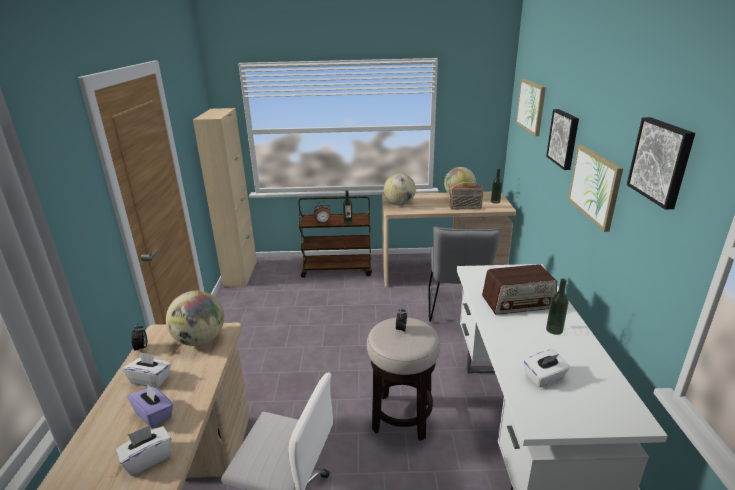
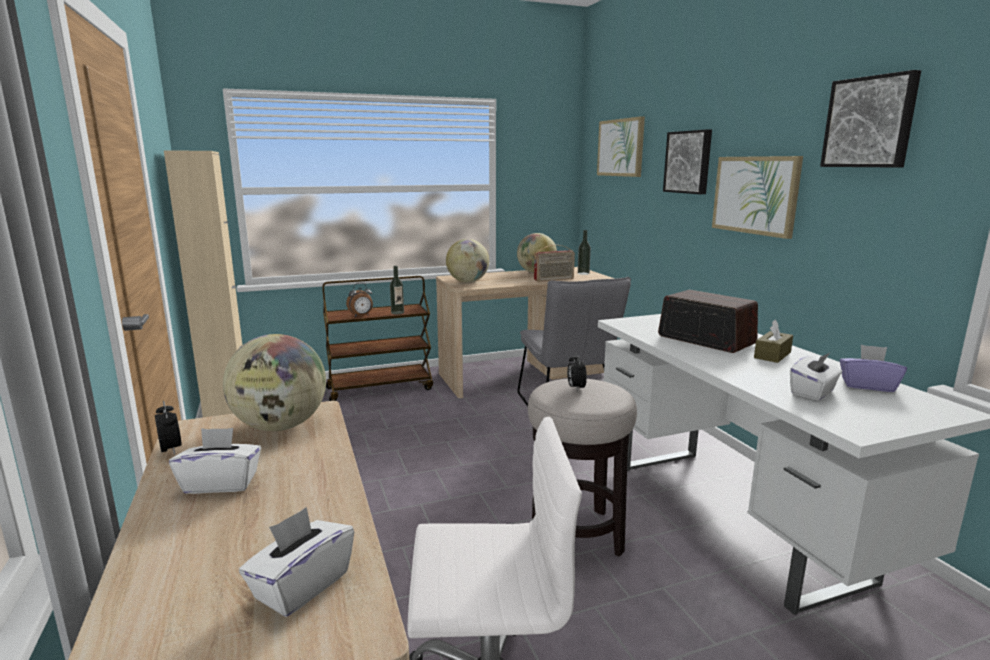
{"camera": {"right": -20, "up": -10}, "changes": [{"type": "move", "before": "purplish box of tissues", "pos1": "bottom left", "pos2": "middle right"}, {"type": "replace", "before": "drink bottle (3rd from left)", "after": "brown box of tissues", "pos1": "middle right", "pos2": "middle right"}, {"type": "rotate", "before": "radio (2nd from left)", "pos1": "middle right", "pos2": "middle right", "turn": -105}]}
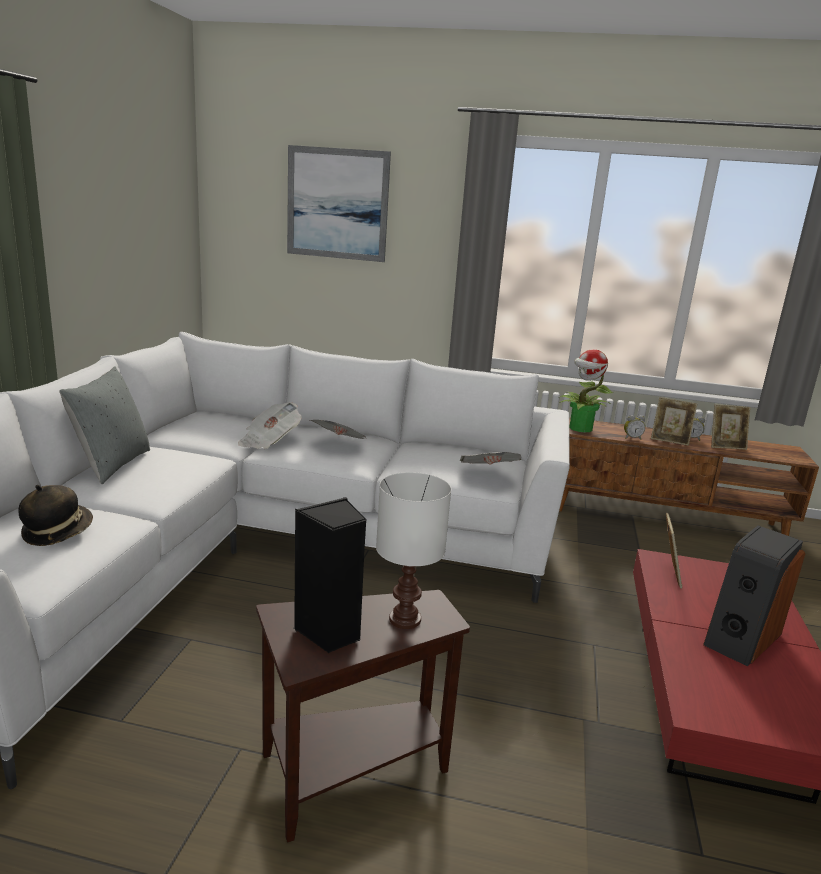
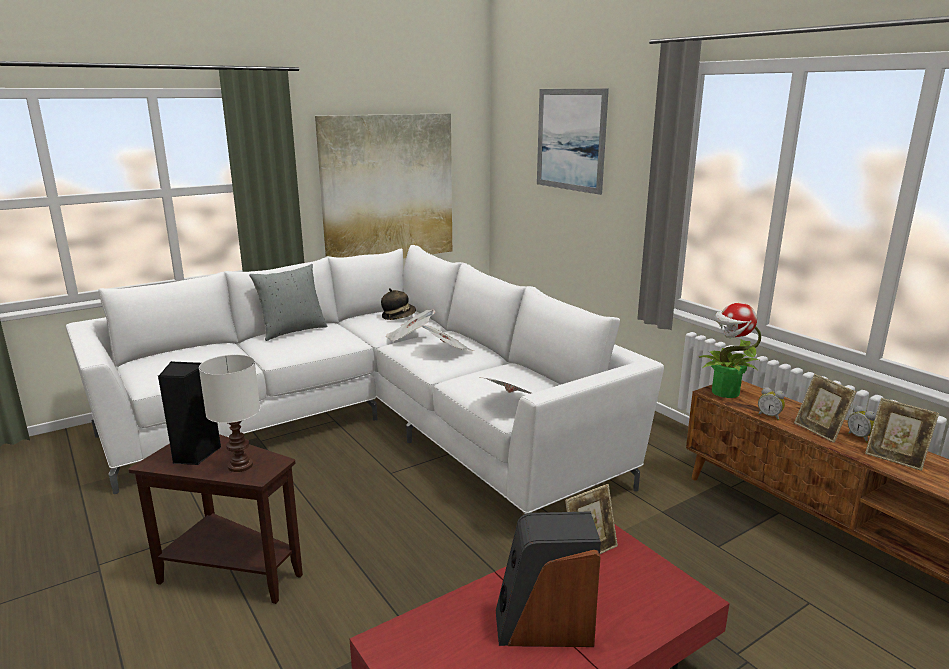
{"camera": {"right": 45, "up": 0}, "changes": [{"type": "insert", "after": "wall picture (1st from left)", "pos2": "top centre"}, {"type": "move", "before": "wearable hat", "pos1": "middle left", "pos2": "centre"}]}
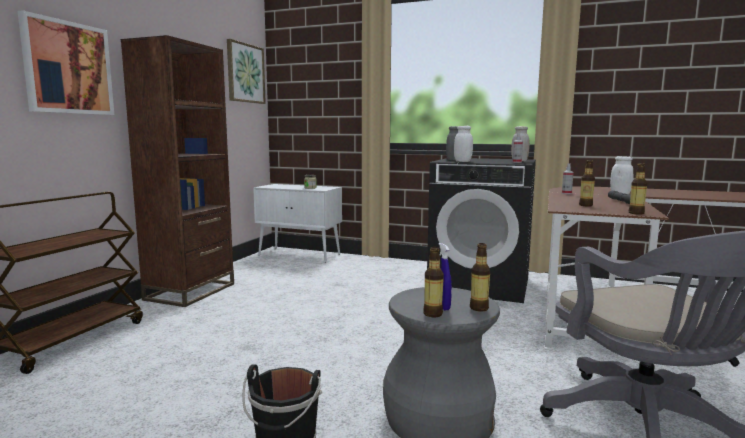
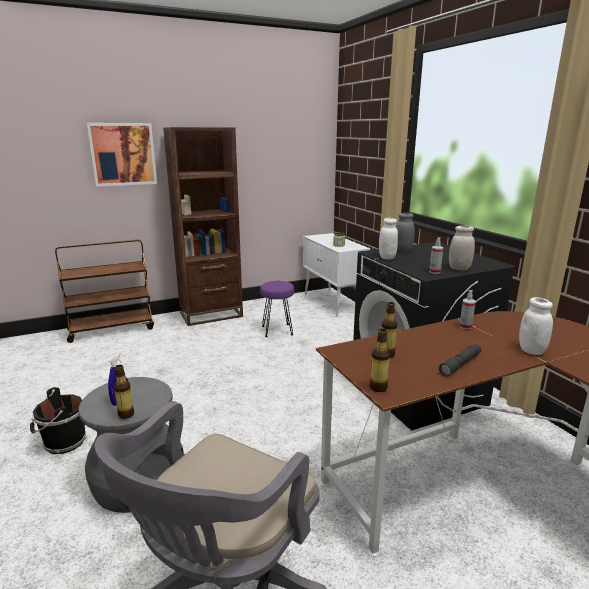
{"camera": {"right": 45, "up": 10}, "changes": [{"type": "delete", "before": "wall picture (2nd from left)", "pos1": "top left"}, {"type": "delete", "before": "drink bottle (1st from left)", "pos1": "centre"}, {"type": "insert", "after": "purplish stool", "pos2": "centre"}]}
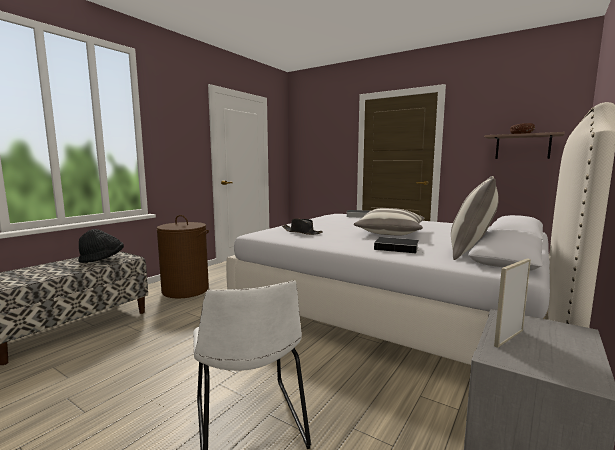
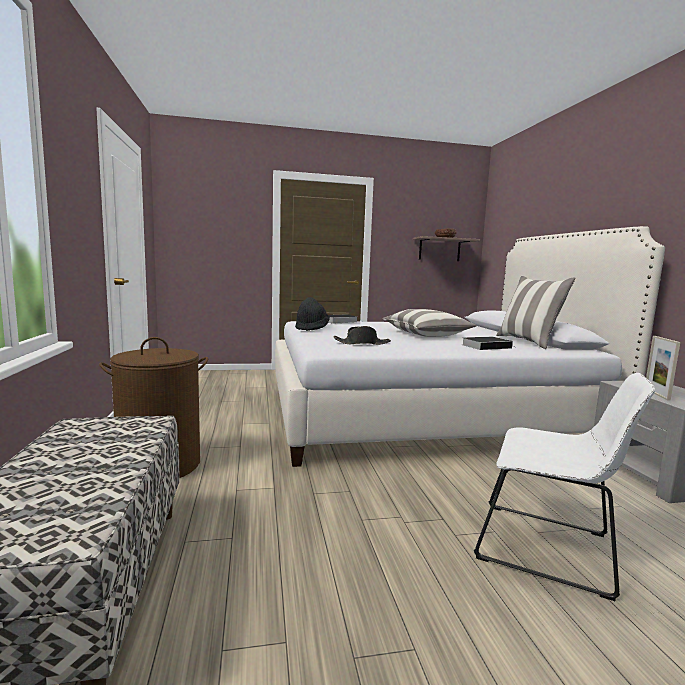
{"camera": {"right": -45, "up": 0}, "changes": [{"type": "move", "before": "black-coloured wearable hat (1st from left)", "pos1": "middle left", "pos2": "centre"}]}
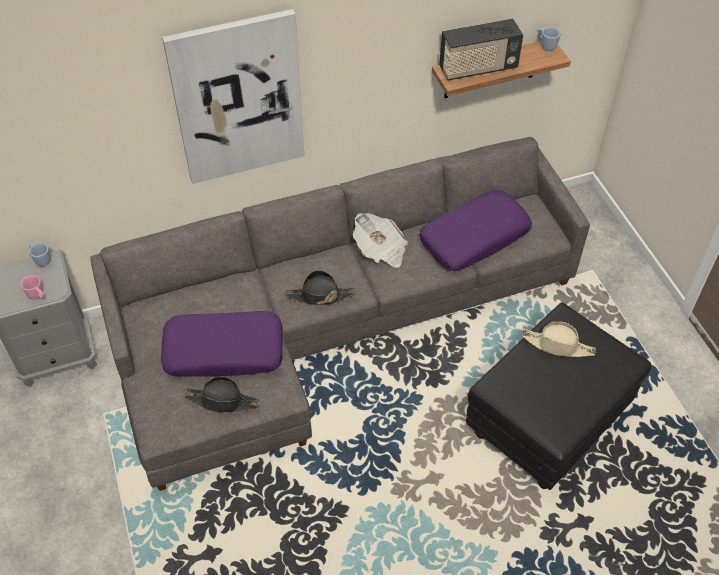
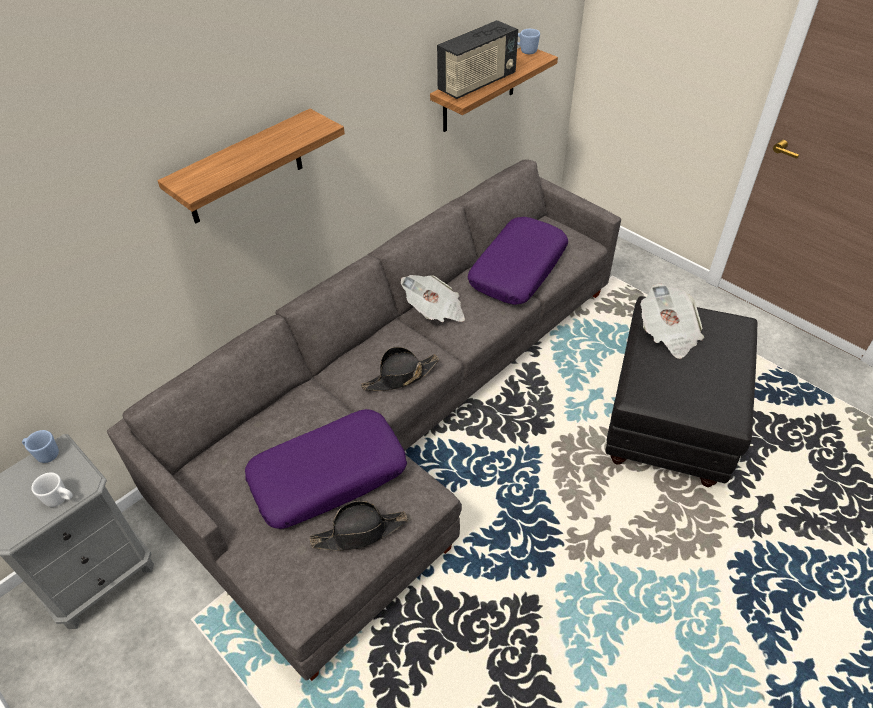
{"camera": {"right": -25, "up": -5}, "changes": [{"type": "replace", "before": "wall picture", "after": "wall shelf (1st from left)", "pos1": "top left", "pos2": "top left"}, {"type": "replace", "before": "beige wearable hat", "after": "daily paper (2nd from left)", "pos1": "middle right", "pos2": "middle right"}, {"type": "recolor", "before": "pink mug", "after": "whitish mug", "pos1": "middle left", "pos2": "bottom left"}]}
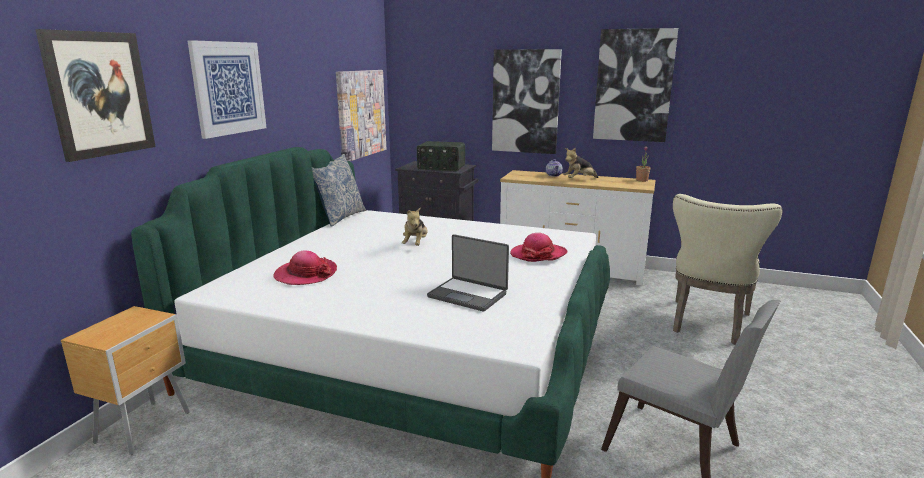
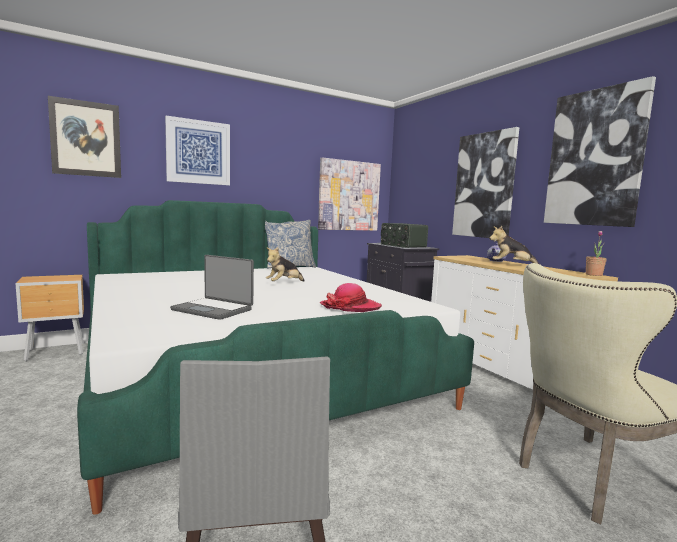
{"camera": {"right": 40, "up": -10}, "changes": [{"type": "delete", "before": "wearable hat (1st from left)", "pos1": "middle left"}, {"type": "rotate", "before": "notebook computer", "pos1": "centre", "pos2": "middle left", "turn": -45}]}
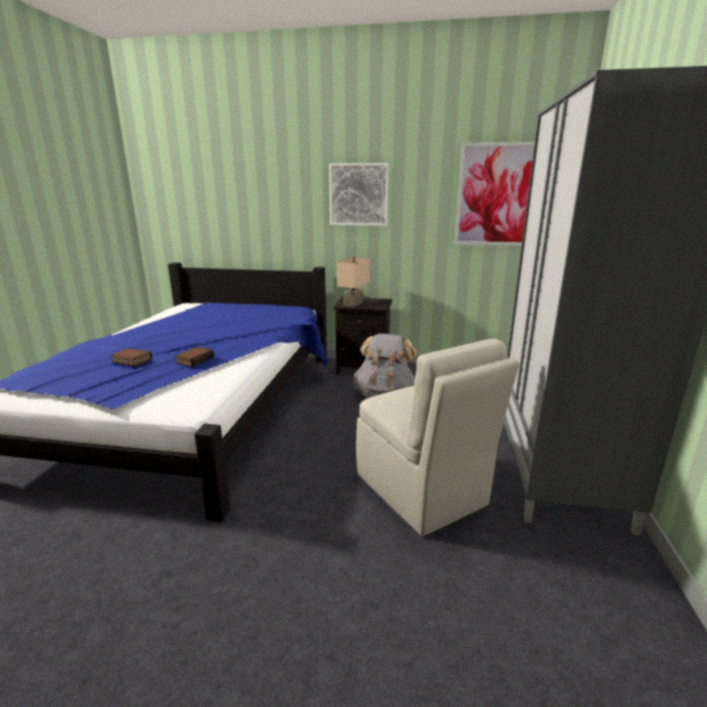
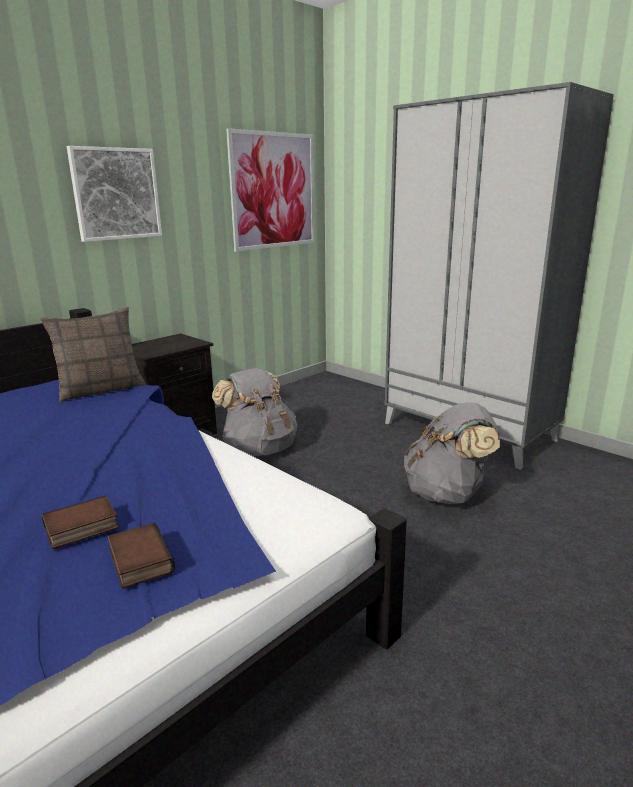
{"camera": {"right": -55, "up": 0}, "changes": [{"type": "delete", "before": "beige table lamp", "pos1": "centre"}, {"type": "insert", "after": "throw pillow", "pos2": "middle left"}, {"type": "move", "before": "volume (2nd from left)", "pos1": "middle left", "pos2": "bottom left"}, {"type": "replace", "before": "beige upright chair", "after": "greyish knapsack (2nd from left)", "pos1": "centre", "pos2": "middle right"}]}
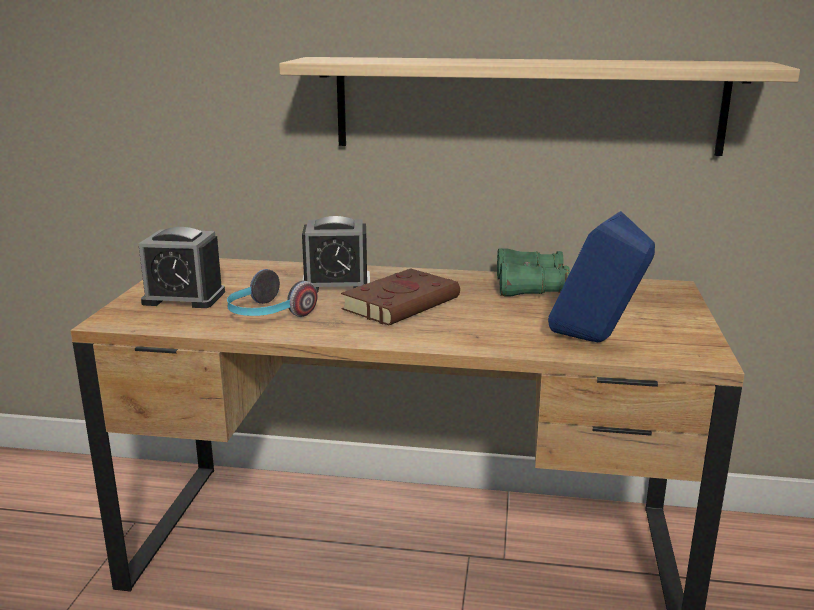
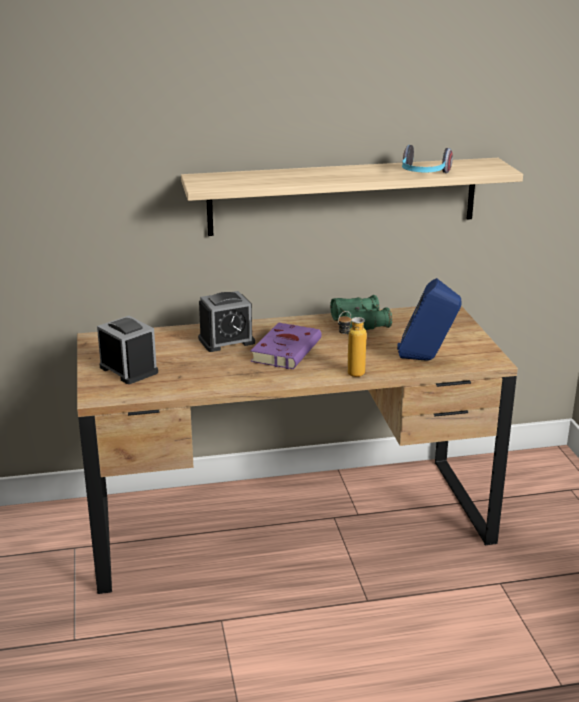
{"camera": {"right": -20, "up": 5}, "changes": [{"type": "insert", "after": "drink bottle", "pos2": "centre"}, {"type": "move", "before": "headset", "pos1": "centre", "pos2": "top right"}, {"type": "recolor", "before": "brown volume", "after": "purplish volume", "pos1": "centre", "pos2": "centre"}, {"type": "rotate", "before": "table clock (1st from left)", "pos1": "middle left", "pos2": "middle left", "turn": -120}]}
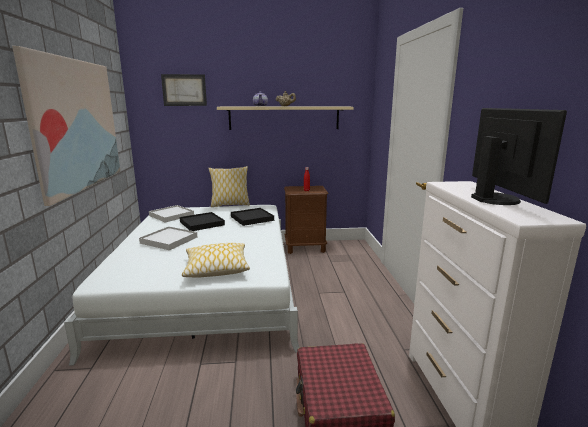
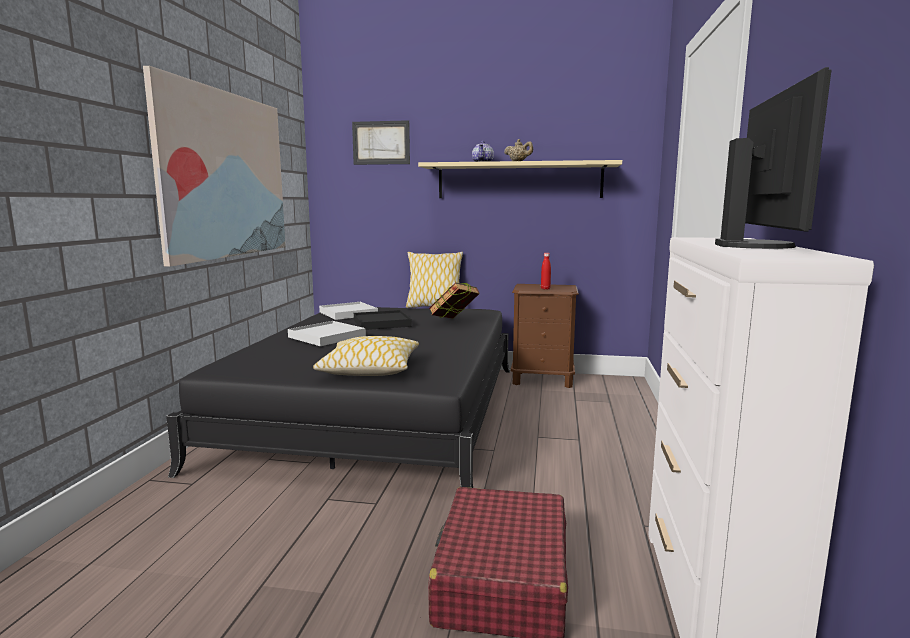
{"camera": {"right": 15, "up": -5}, "changes": [{"type": "replace", "before": "black-coloured tray (2nd from left)", "after": "volume", "pos1": "centre", "pos2": "centre"}, {"type": "recolor", "before": "whitish sleeping bed", "after": "black-coloured sleeping bed", "pos1": "bottom left", "pos2": "centre"}]}
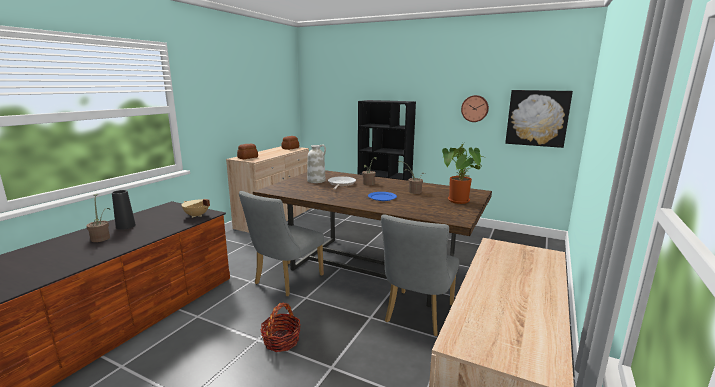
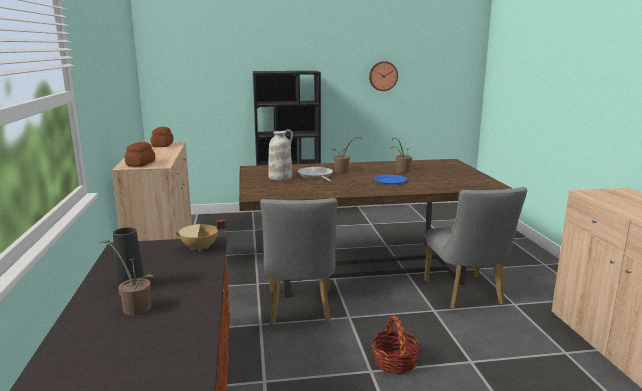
{"camera": {"right": -35, "up": 0}, "changes": [{"type": "delete", "before": "plant in a pot (4th from left)", "pos1": "centre"}, {"type": "delete", "before": "wall picture", "pos1": "top right"}]}
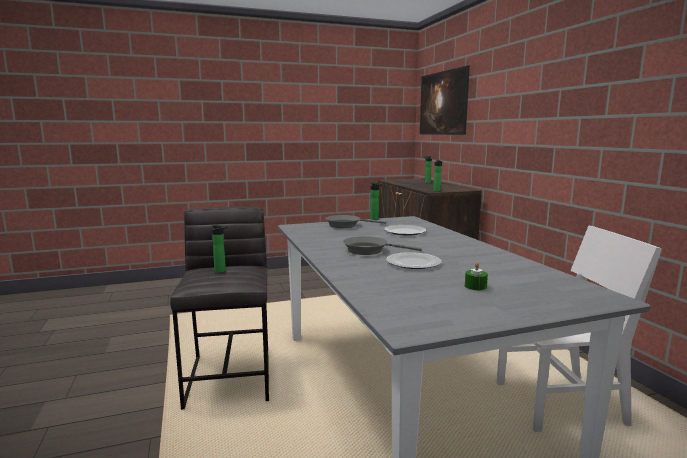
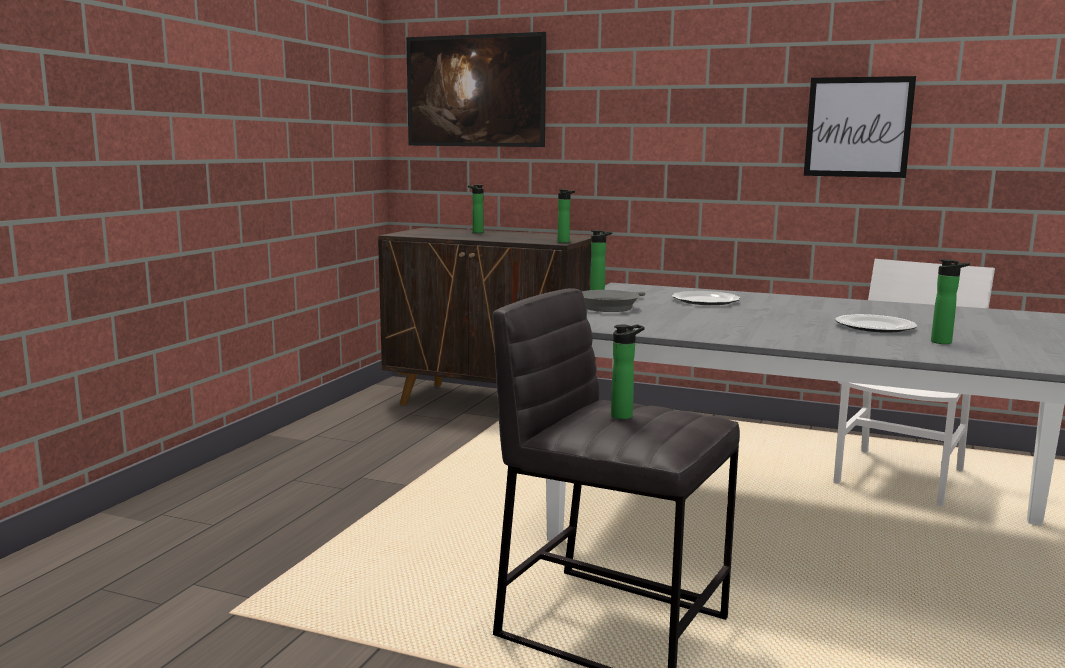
{"camera": {"right": -50, "up": 0}, "changes": [{"type": "delete", "before": "greyish pan (2nd from left)", "pos1": "centre"}, {"type": "delete", "before": "green wax light", "pos1": "middle right"}, {"type": "insert", "after": "wall picture (2nd from left)", "pos2": "top right"}, {"type": "insert", "after": "drink bottle (5th from left)", "pos2": "middle right"}]}
